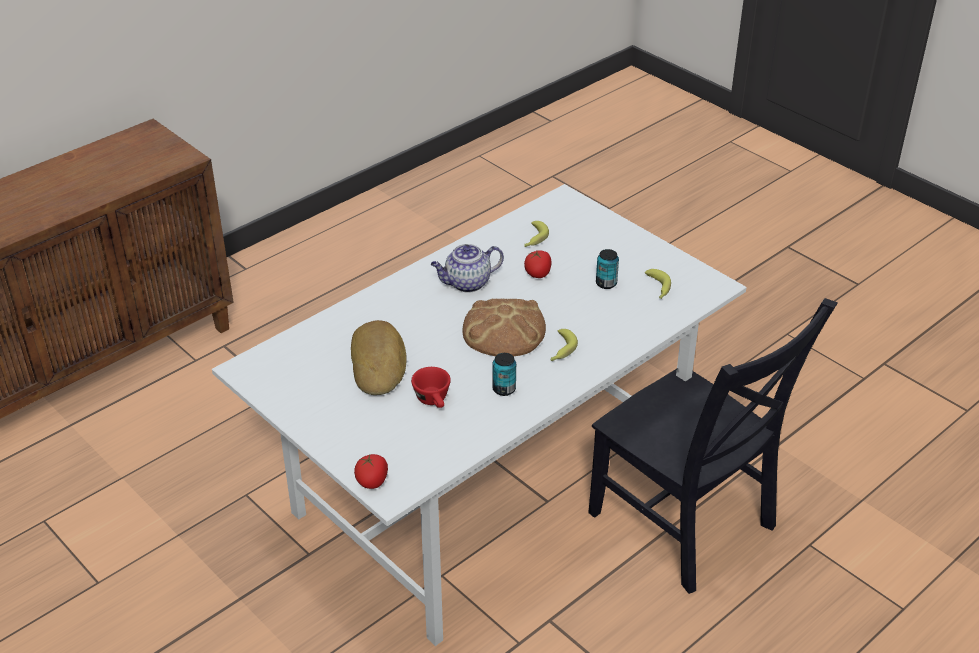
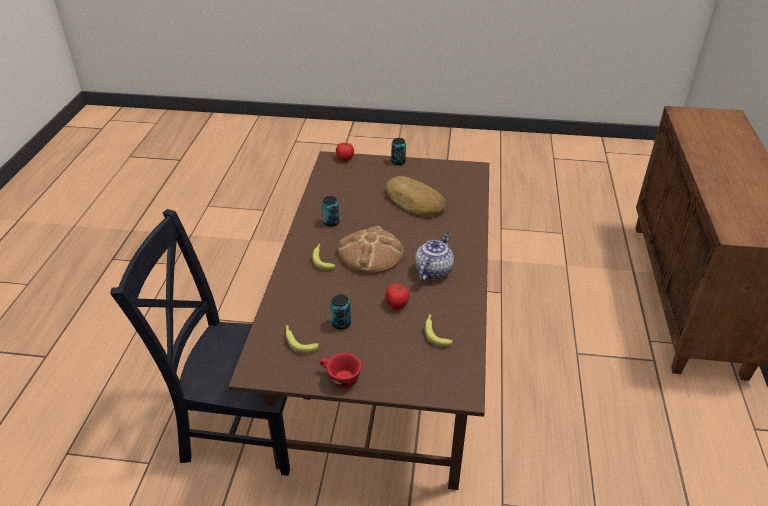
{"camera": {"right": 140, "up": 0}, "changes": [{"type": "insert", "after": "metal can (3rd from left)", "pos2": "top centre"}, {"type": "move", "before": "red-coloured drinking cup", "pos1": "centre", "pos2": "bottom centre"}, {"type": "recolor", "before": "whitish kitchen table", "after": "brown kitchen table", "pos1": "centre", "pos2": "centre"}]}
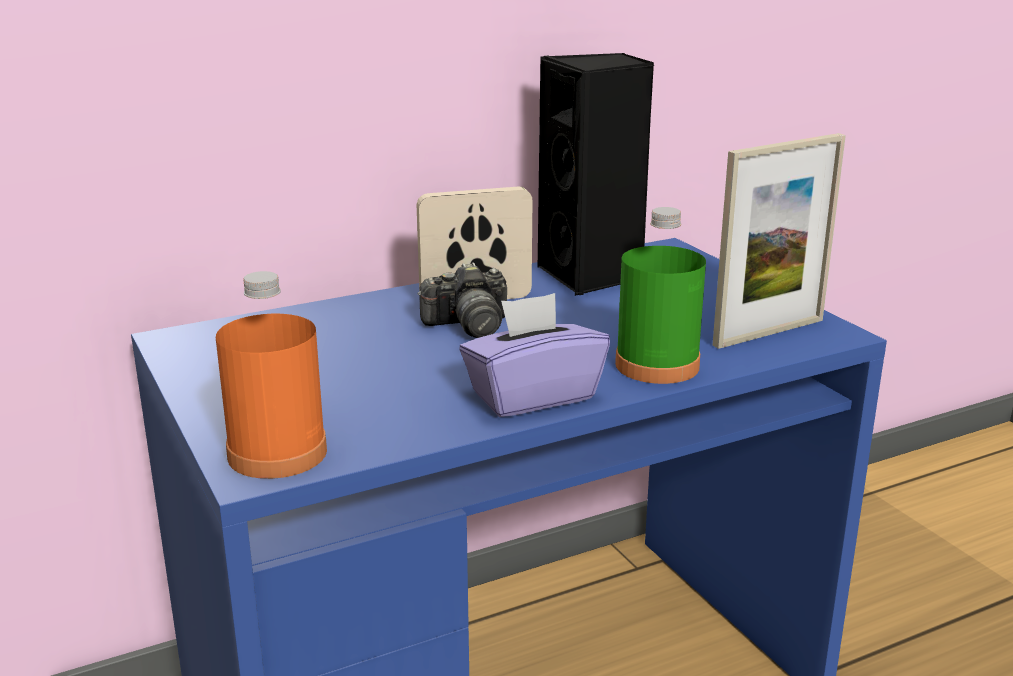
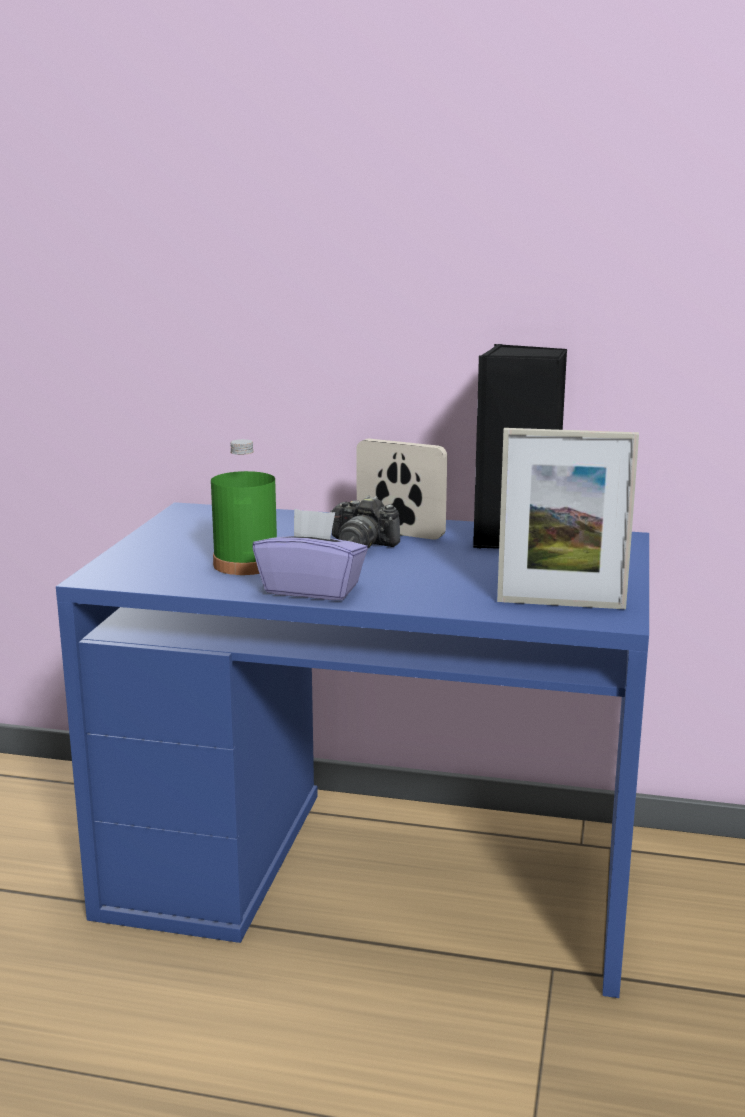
{"camera": {"right": 40, "up": -5}, "changes": [{"type": "delete", "before": "orange-coloured drink bottle", "pos1": "middle left"}, {"type": "move", "before": "green drink bottle", "pos1": "centre", "pos2": "middle left"}]}
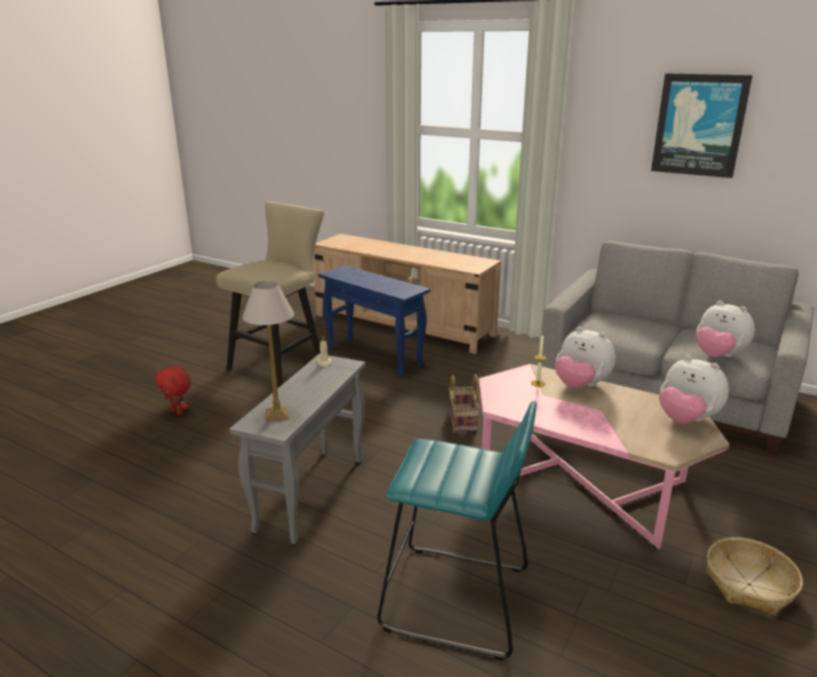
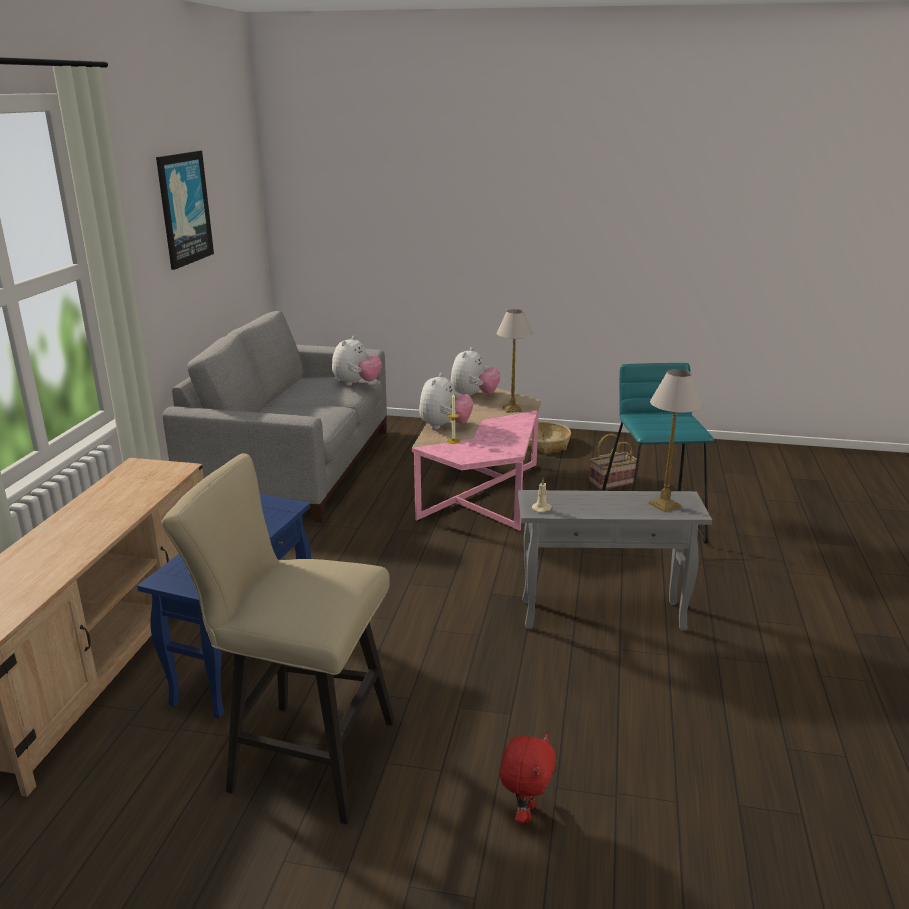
{"camera": {"right": -110, "up": 0}, "changes": [{"type": "insert", "after": "table lamp (1st from left)", "pos2": "centre"}, {"type": "move", "before": "storage basket (1st from left in the first image)", "after": "storage basket (2nd from left)", "pos1": "centre", "pos2": "middle right"}]}
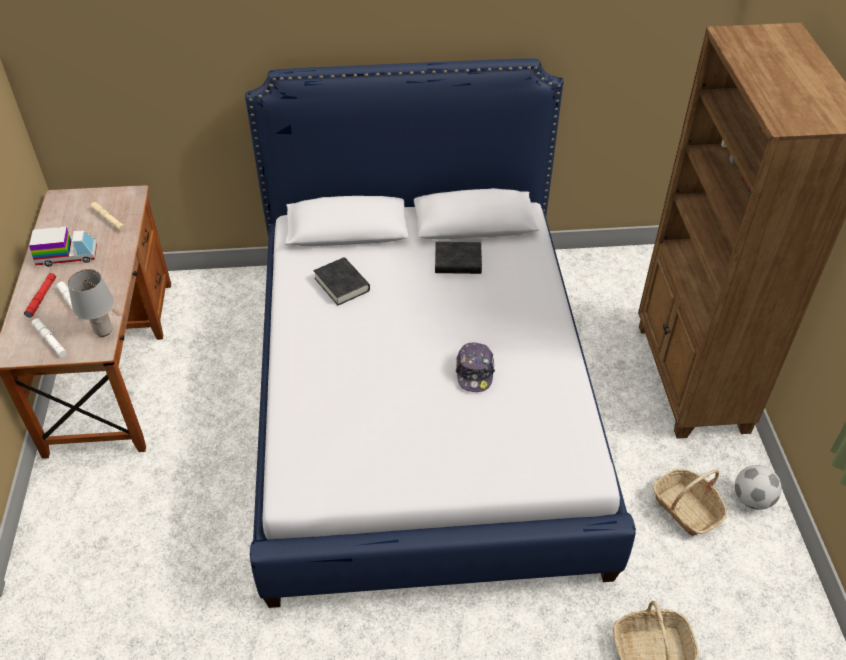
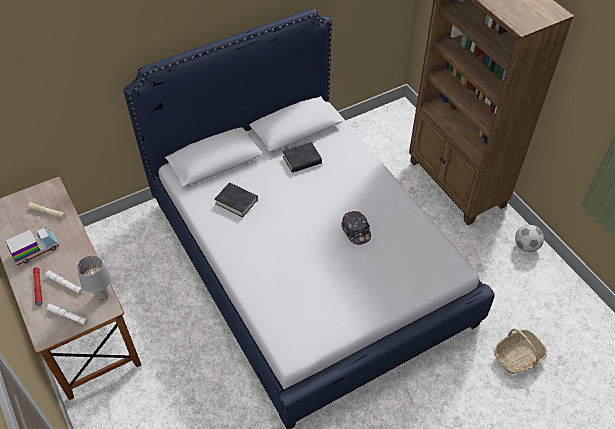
{"camera": {"right": -25, "up": 5}, "changes": [{"type": "delete", "before": "storage basket (2nd from left)", "pos1": "bottom right"}]}
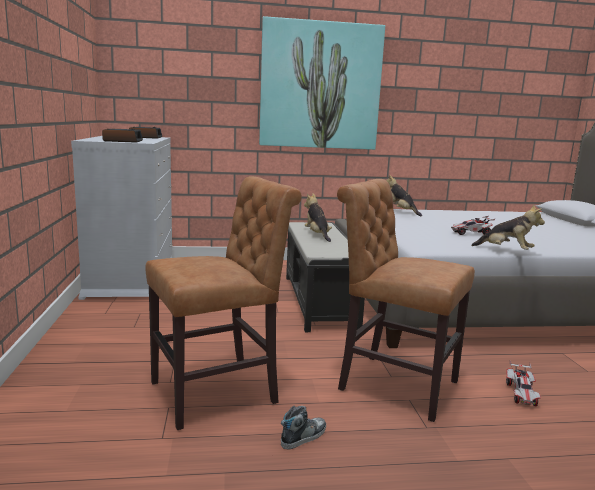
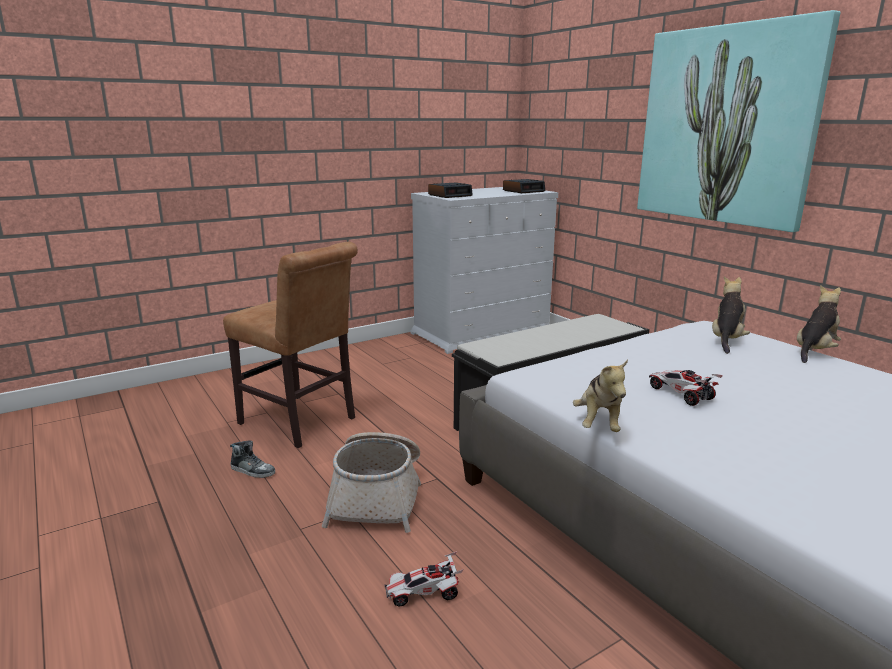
{"camera": {"right": 65, "up": 5}, "changes": [{"type": "move", "before": "soft toy (1st from left in the first image)", "after": "soft toy (3rd from left)", "pos1": "centre", "pos2": "middle right"}, {"type": "replace", "before": "brown upright chair (2nd from left)", "after": "storage basket", "pos1": "middle right", "pos2": "bottom centre"}]}
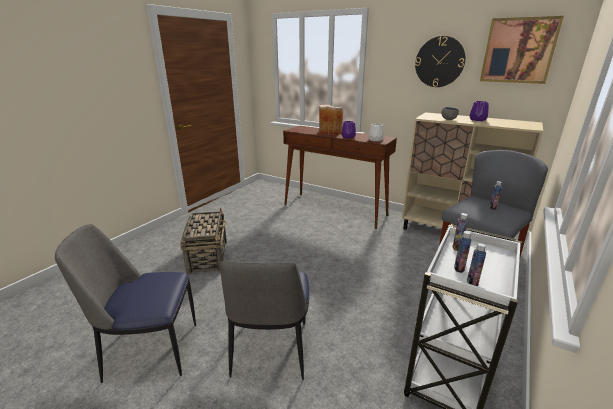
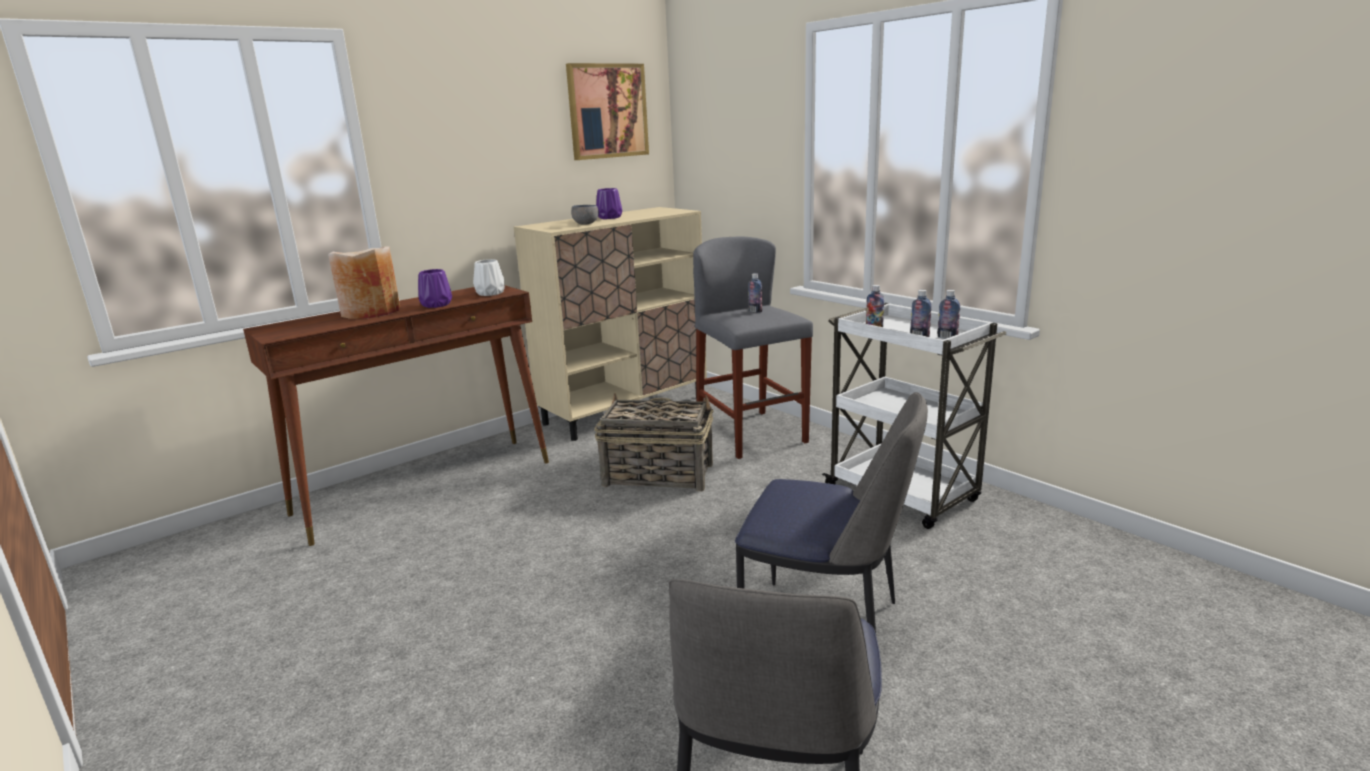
{"camera": {"right": -70, "up": -5}, "changes": [{"type": "delete", "before": "hanging clock", "pos1": "top right"}, {"type": "move", "before": "storage basket", "pos1": "middle left", "pos2": "centre"}]}
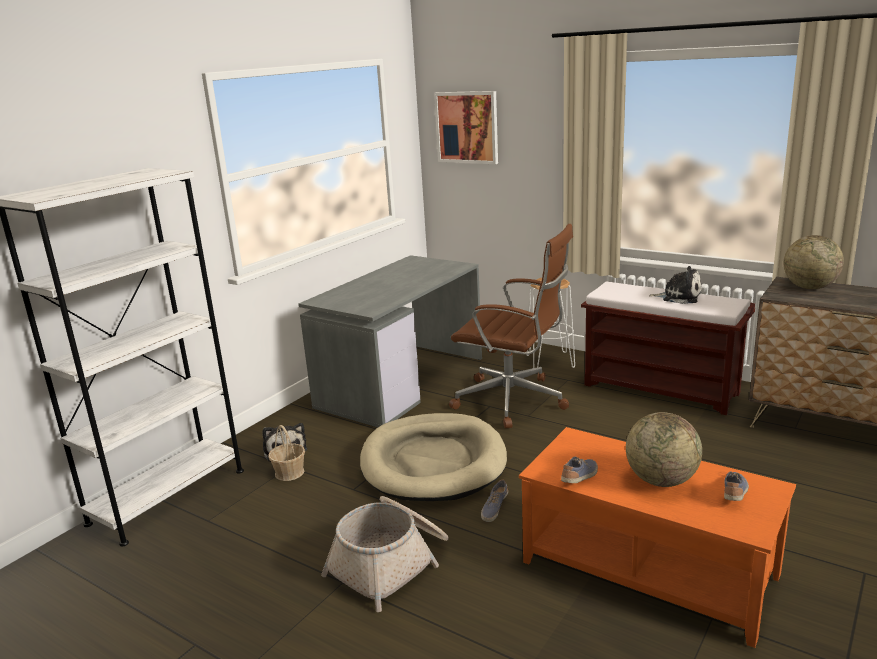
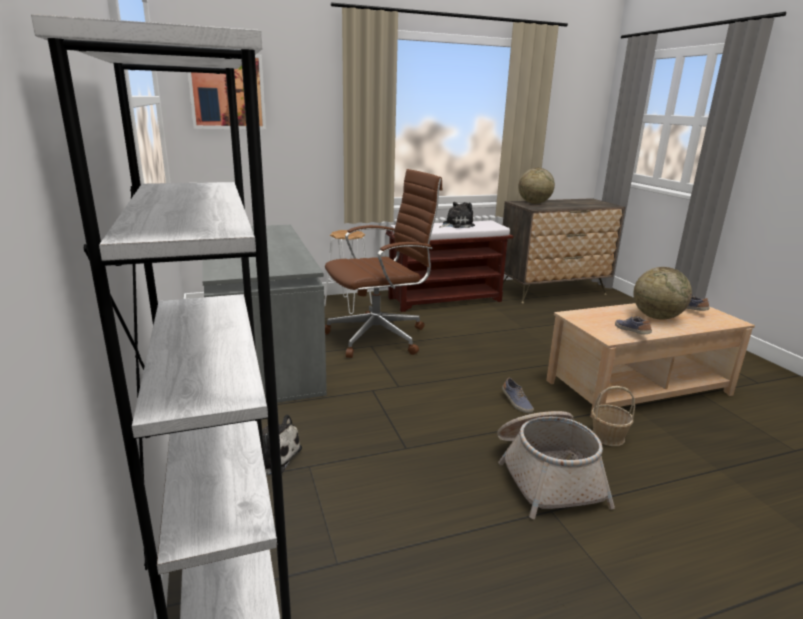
{"camera": {"right": -55, "up": 0}, "changes": [{"type": "delete", "before": "beige dog bed", "pos1": "bottom centre"}, {"type": "move", "before": "storage basket (1st from left in the first image)", "after": "storage basket (2nd from left)", "pos1": "bottom left", "pos2": "bottom right"}, {"type": "recolor", "before": "orange-coloured lounge table", "after": "beige lounge table", "pos1": "bottom right", "pos2": "middle right"}]}
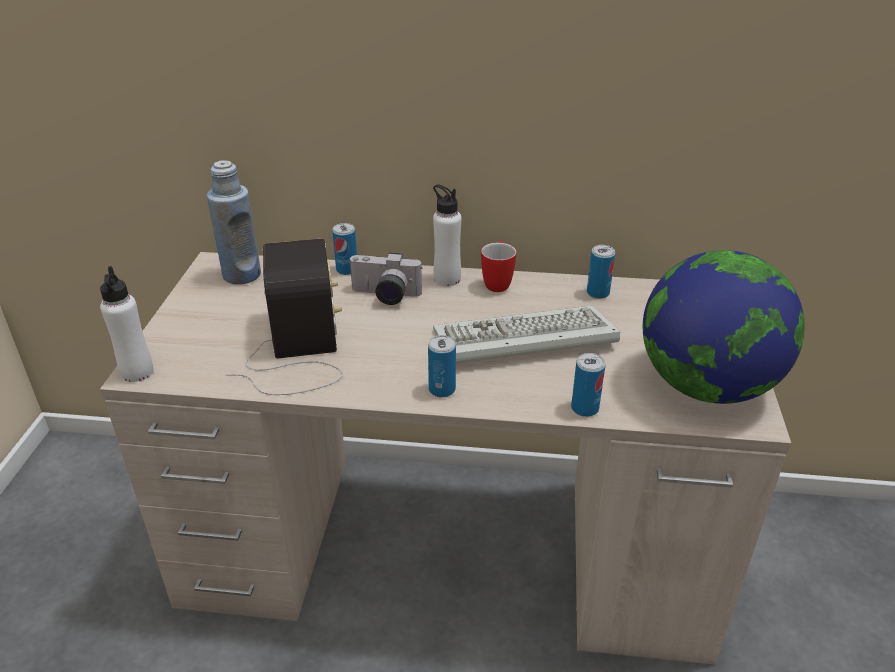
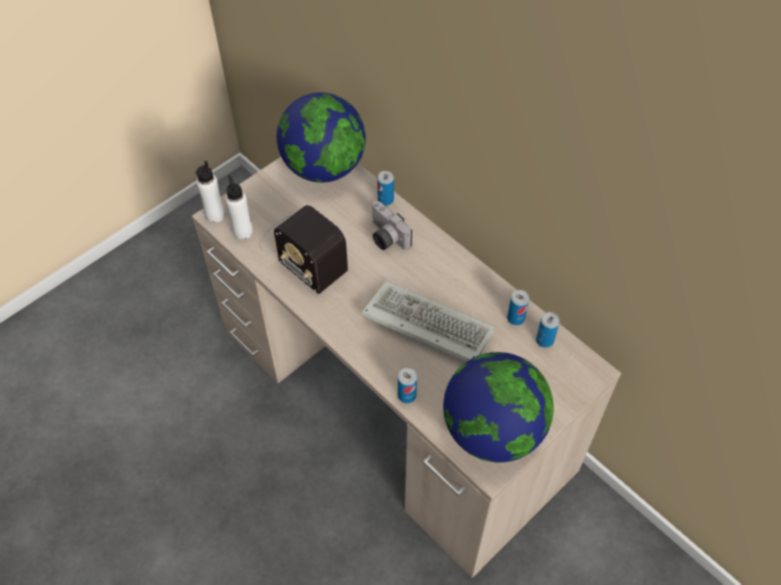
{"camera": {"right": 40, "up": 20}, "changes": [{"type": "delete", "before": "mug", "pos1": "centre"}, {"type": "move", "before": "metal can (2nd from left in the first image)", "after": "metal can (4th from left)", "pos1": "centre", "pos2": "middle right"}, {"type": "move", "before": "whitish drink bottle (2nd from left)", "pos1": "centre", "pos2": "middle left"}, {"type": "replace", "before": "blue drink bottle", "after": "world globe (1st from left)", "pos1": "top left", "pos2": "top centre"}, {"type": "rotate", "before": "radio", "pos1": "middle left", "pos2": "centre", "turn": 105}]}
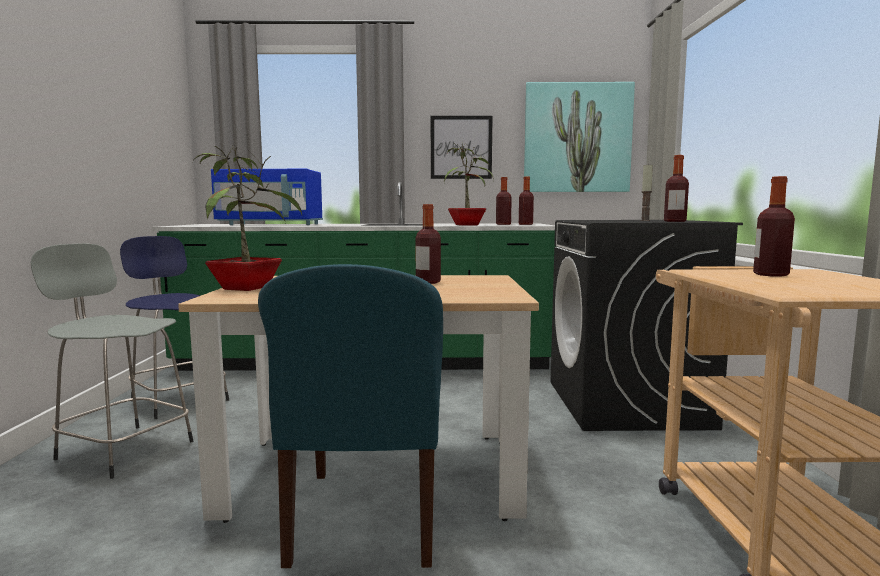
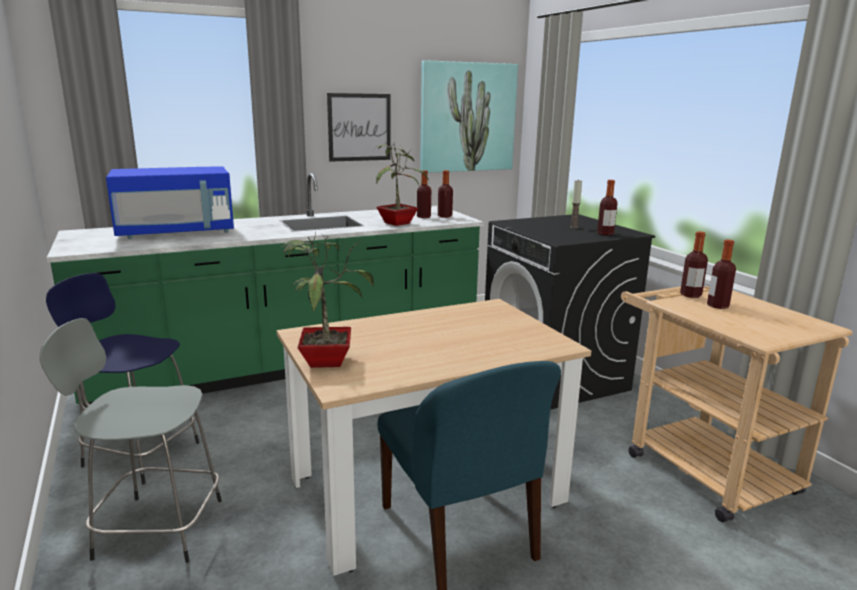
{"camera": {"right": -25, "up": 10}, "changes": [{"type": "move", "before": "drink bottle (1st from left in the first image)", "after": "drink bottle (4th from left)", "pos1": "centre", "pos2": "middle right"}]}
